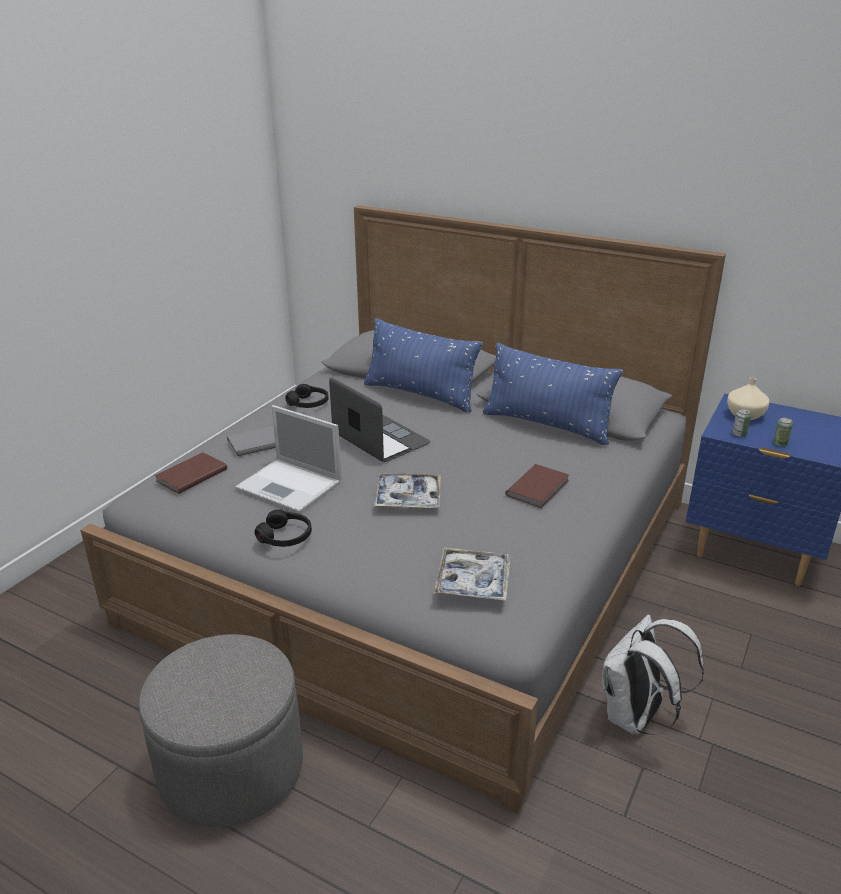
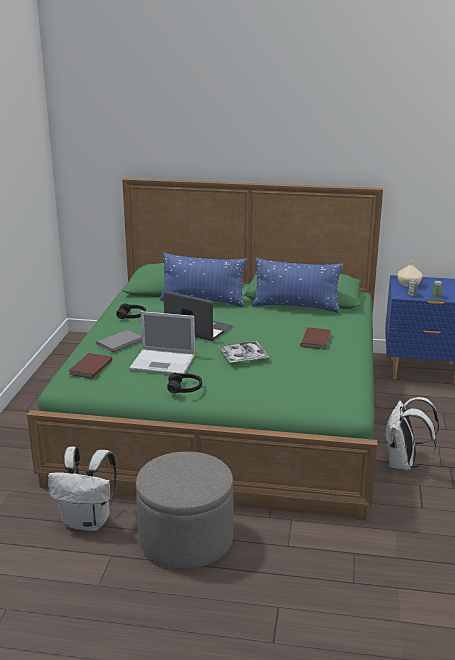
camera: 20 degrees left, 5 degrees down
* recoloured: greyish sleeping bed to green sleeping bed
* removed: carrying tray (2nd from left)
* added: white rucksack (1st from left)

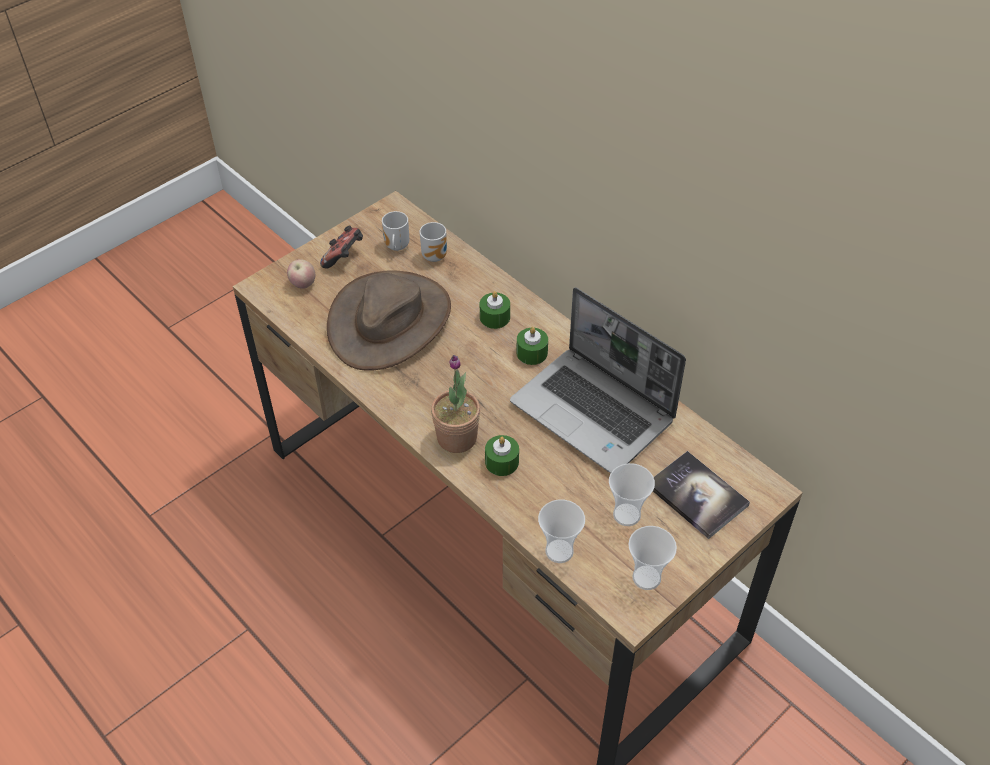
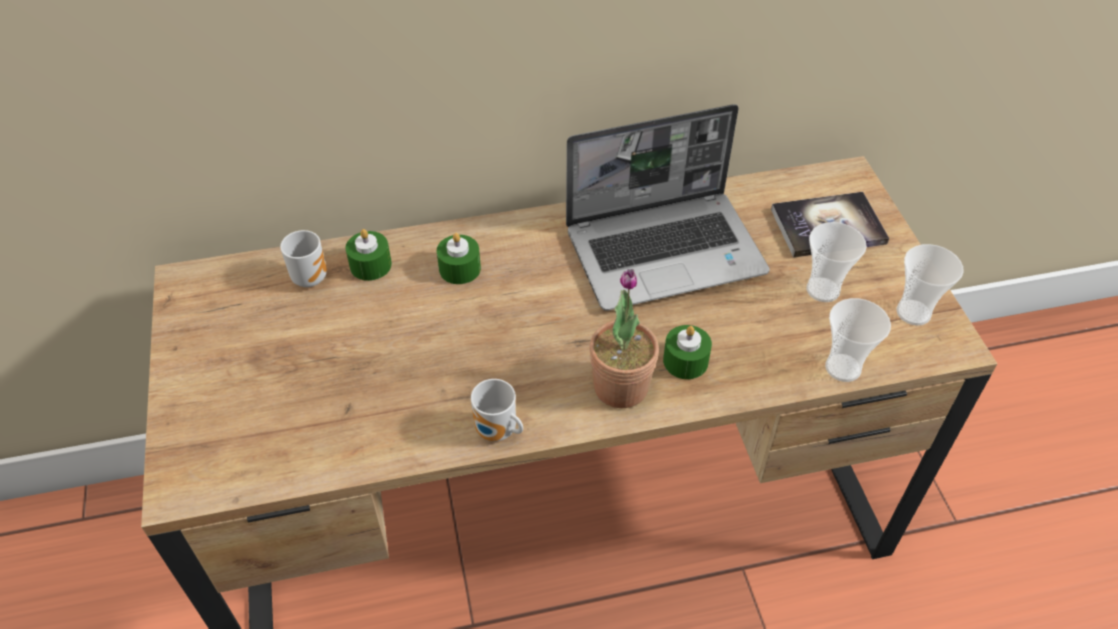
camera: 60 degrees left, 0 degrees up
* moved: mug (1st from left in the first image) to mug (2nd from left)
* removed: game controller
* removed: whole apple
* removed: brownish clothing hat
* moved: green candle (3rd from left in the first image) to green candle (1st from left)

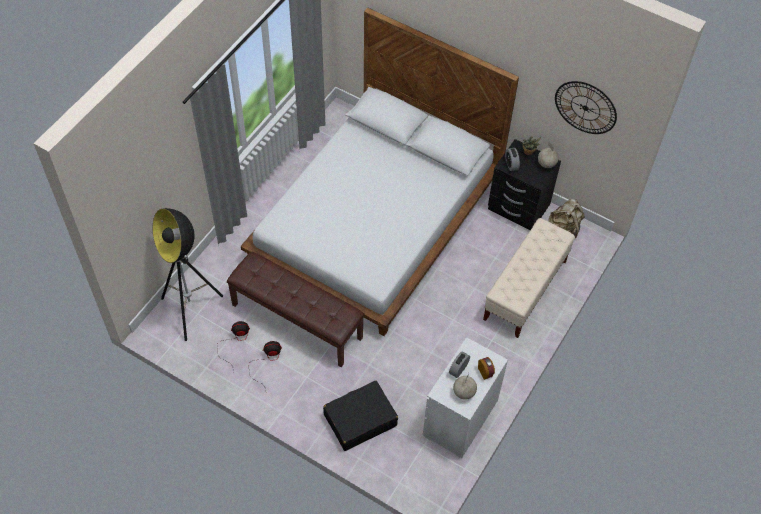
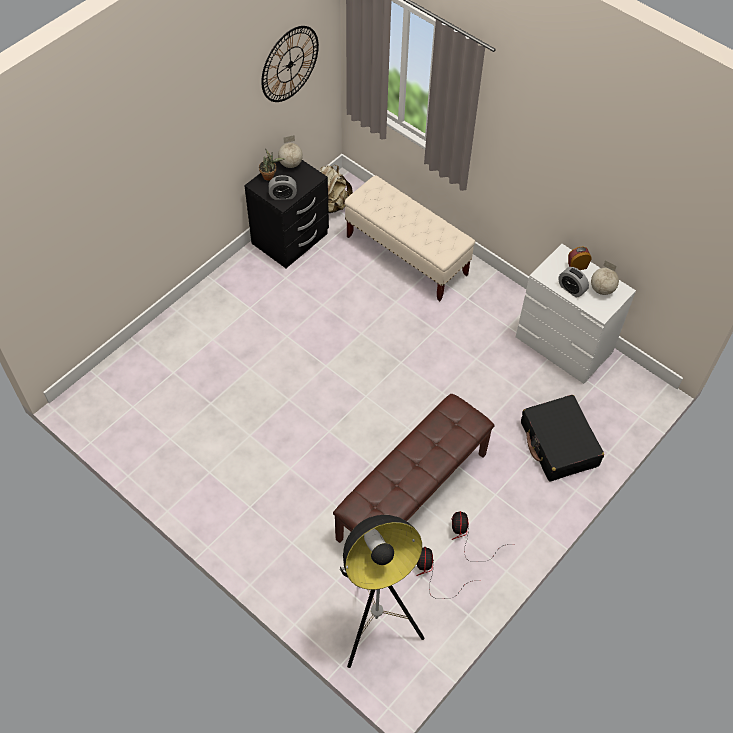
camera: 80 degrees left, 0 degrees up
* removed: white sleeping bed

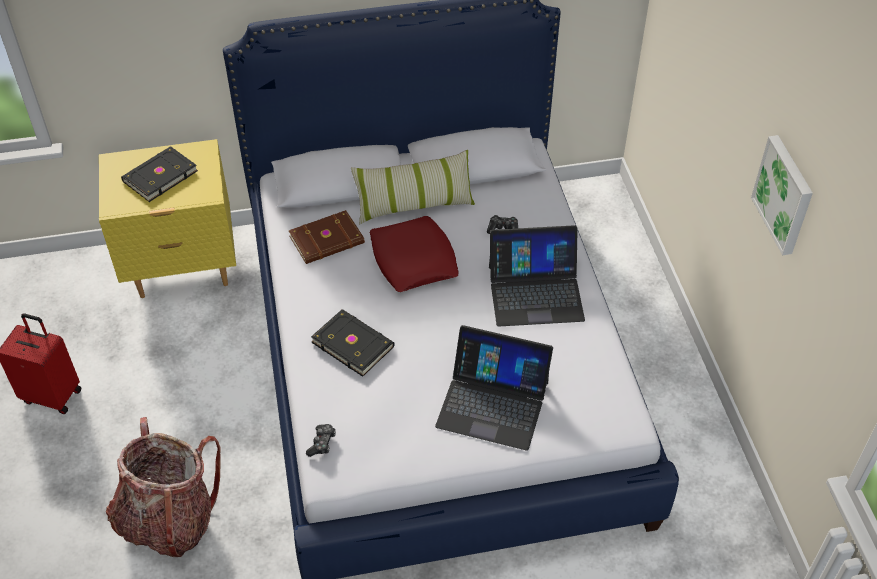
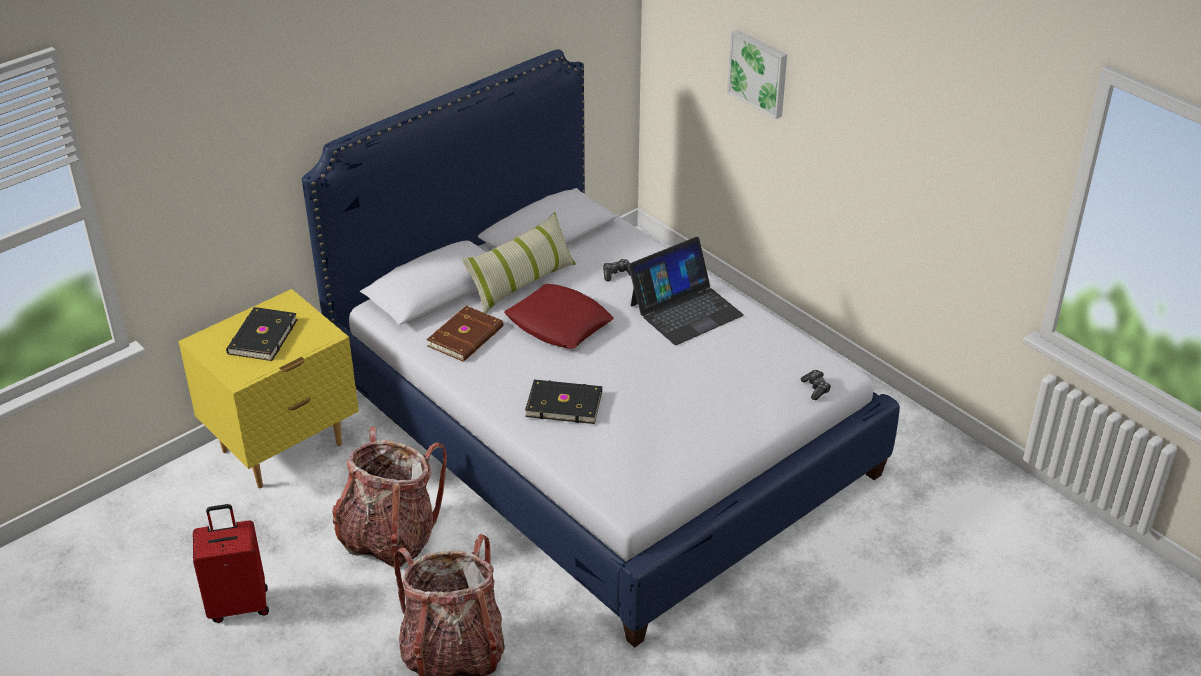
camera: 30 degrees left, 10 degrees down
* moved: picture
* removed: notebook computer (1st from left)
* moved: game controller (1st from left in the first image) to game controller (2nd from left)
* added: rucksack (1st from left)

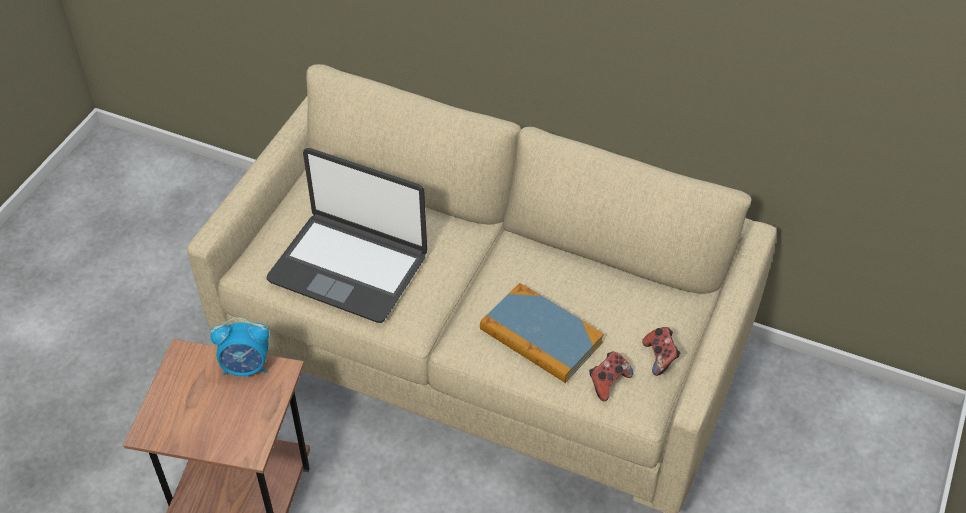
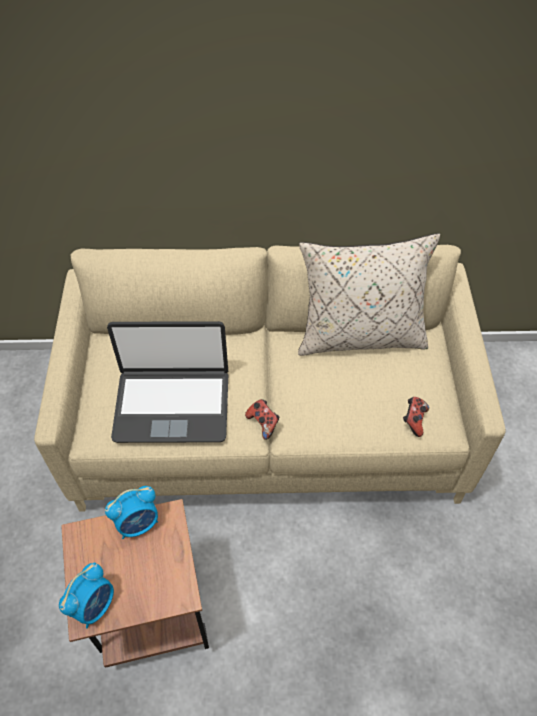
camera: 25 degrees left, 5 degrees up
* removed: volume
* moved: game controller (2nd from left in the first image) to game controller (1st from left)
* added: sand-coloured cushion
* added: bedside clock (1st from left)

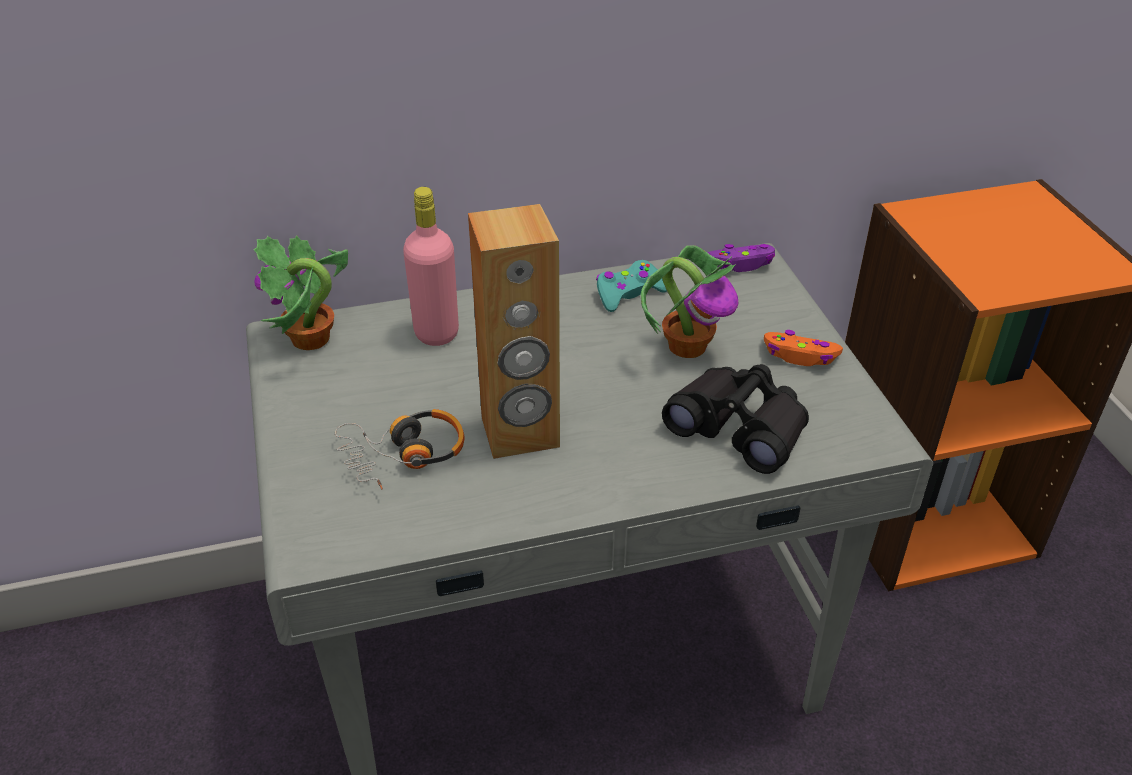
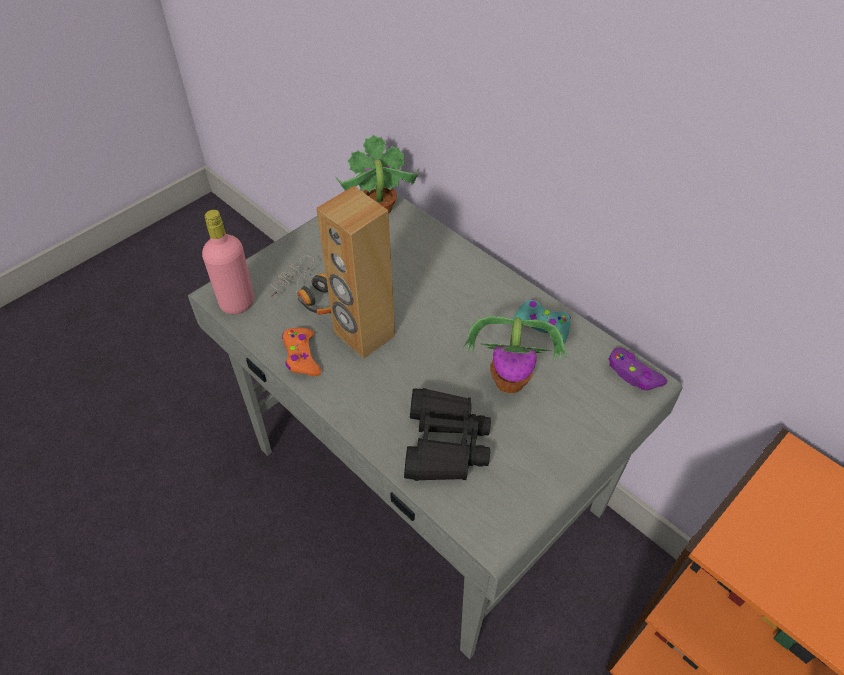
camera: 60 degrees right, 10 degrees up
* moved: pinkish drink bottle
* moved: orange-coloured game controller

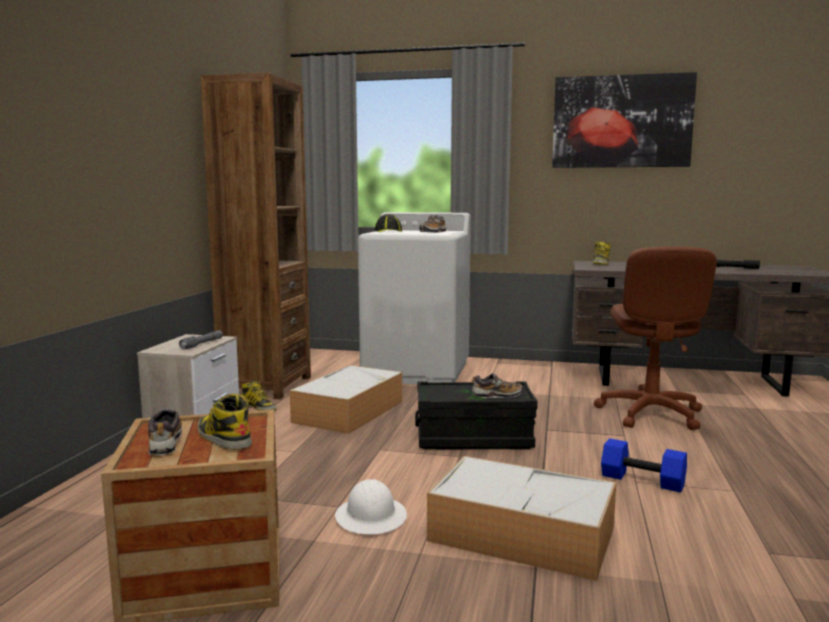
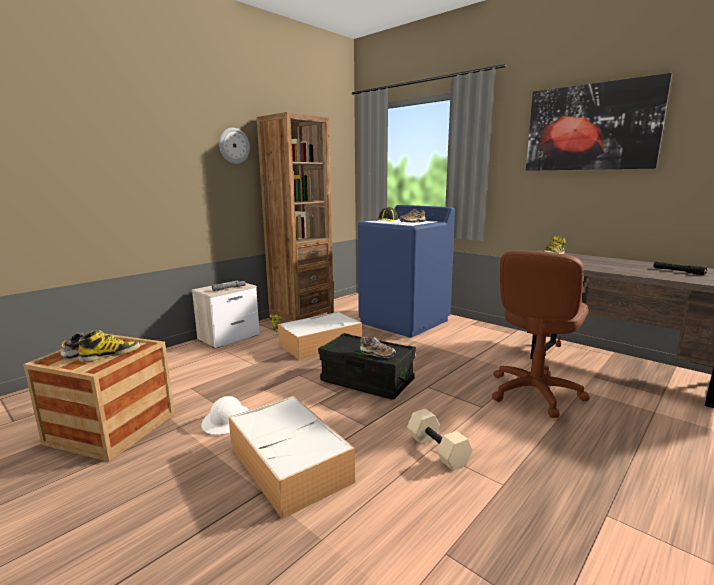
camera: 30 degrees right, 5 degrees up
* recoloured: white laundry appliance to blue laundry appliance
* turned: high-top boot (1st from left) 60 degrees clockwise
* recoloured: blue dumbbell to sand-coloured dumbbell
* added: hanging clock

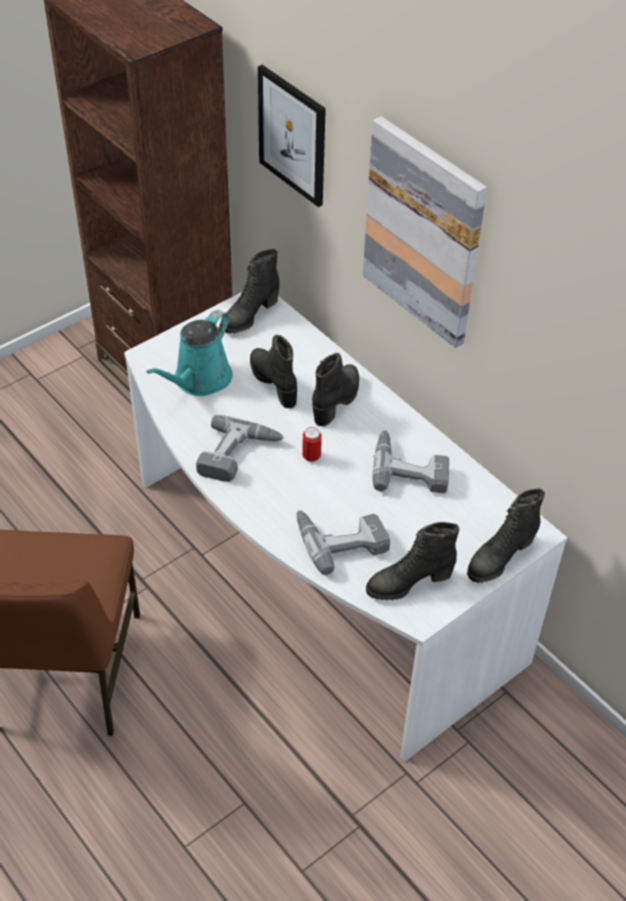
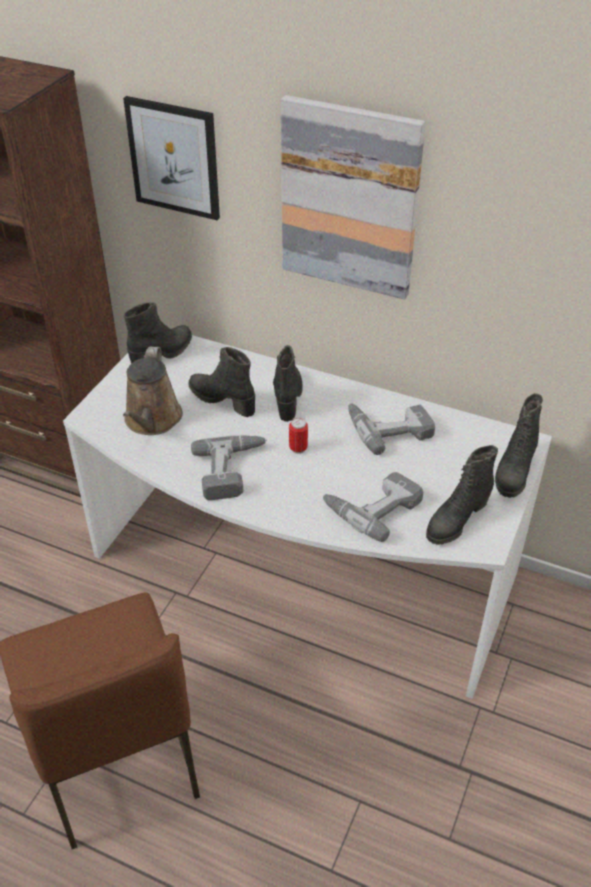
camera: 25 degrees left, 5 degrees down
* turned: black high-top boot (1st from left) 150 degrees counterclockwise
* recoloured: turquoise-coloured watering pot to brownish watering pot

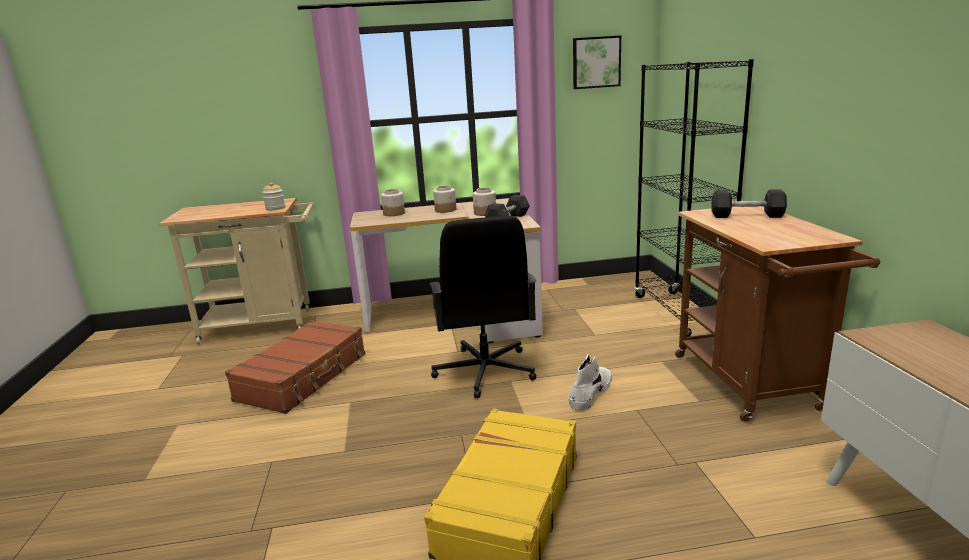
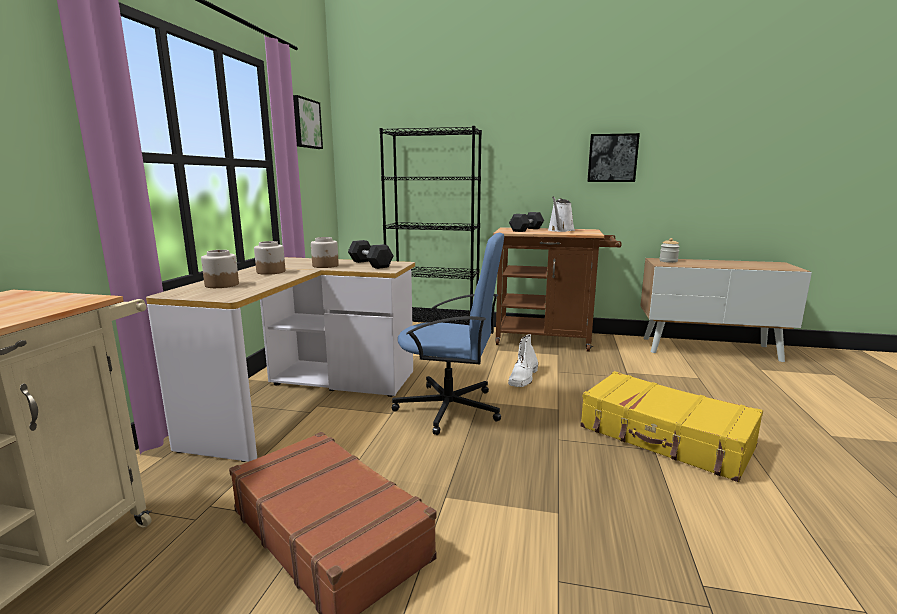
camera: 70 degrees left, 5 degrees down
* moved: storage jar (1st from left in the first image) to storage jar (4th from left)
* recoloured: black desk chair to blue desk chair
* turned: white high-top boot 120 degrees counterclockwise
* added: picture (2nd from left)
* added: white watering pot

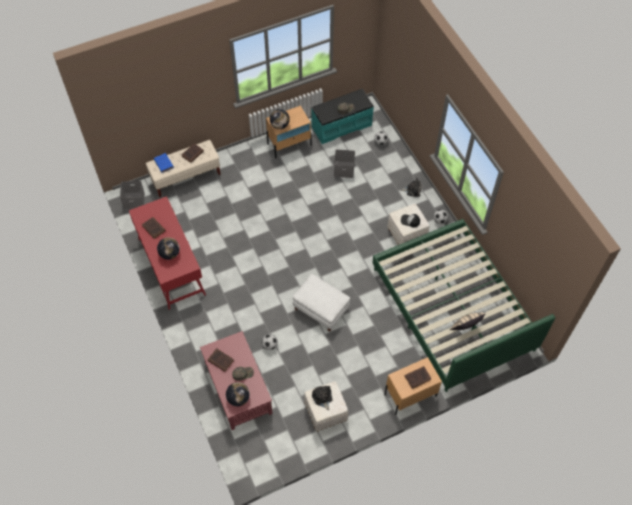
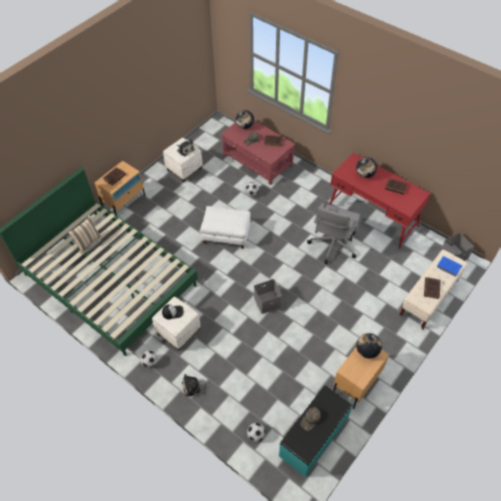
camera: 155 degrees right, 5 degrees down
* moved: greyish storage container (2nd from left in the first image) to greyish storage container (1st from left)
* added: greyish desk chair

